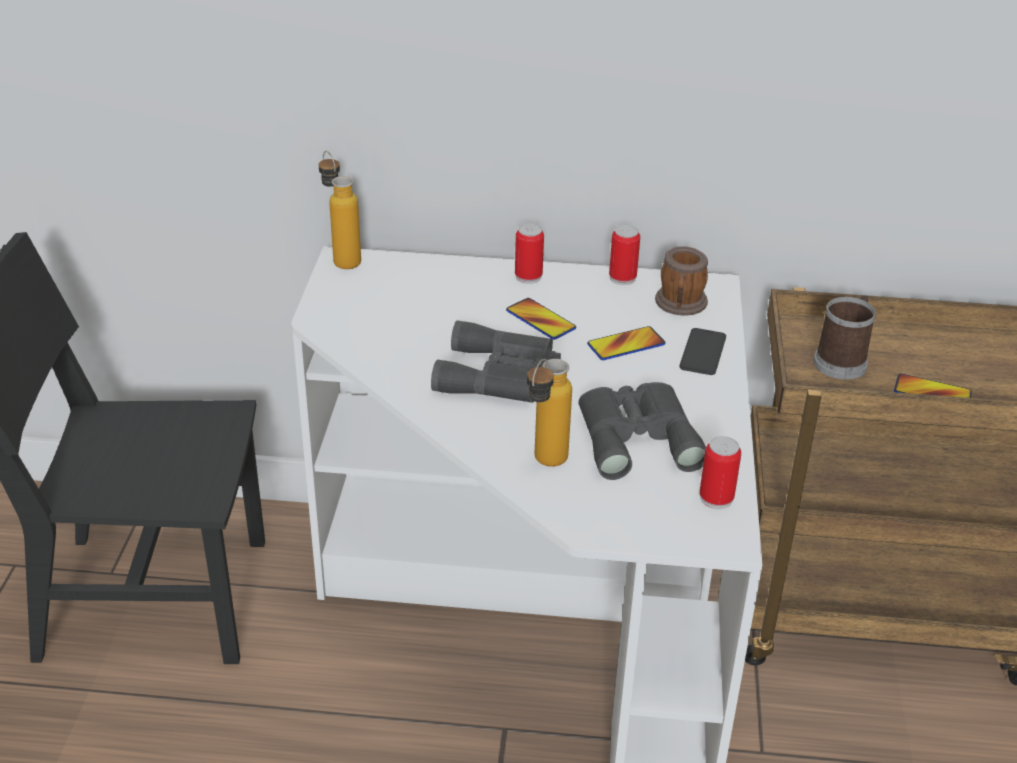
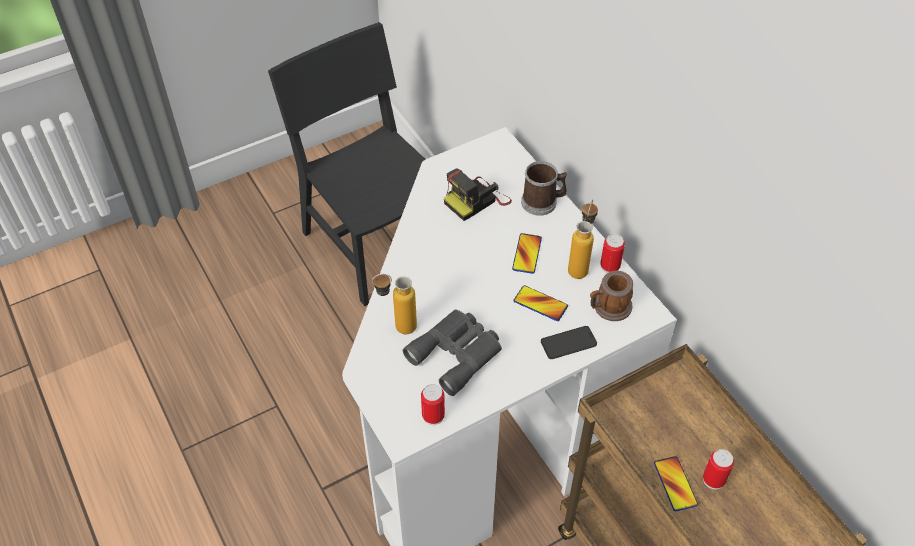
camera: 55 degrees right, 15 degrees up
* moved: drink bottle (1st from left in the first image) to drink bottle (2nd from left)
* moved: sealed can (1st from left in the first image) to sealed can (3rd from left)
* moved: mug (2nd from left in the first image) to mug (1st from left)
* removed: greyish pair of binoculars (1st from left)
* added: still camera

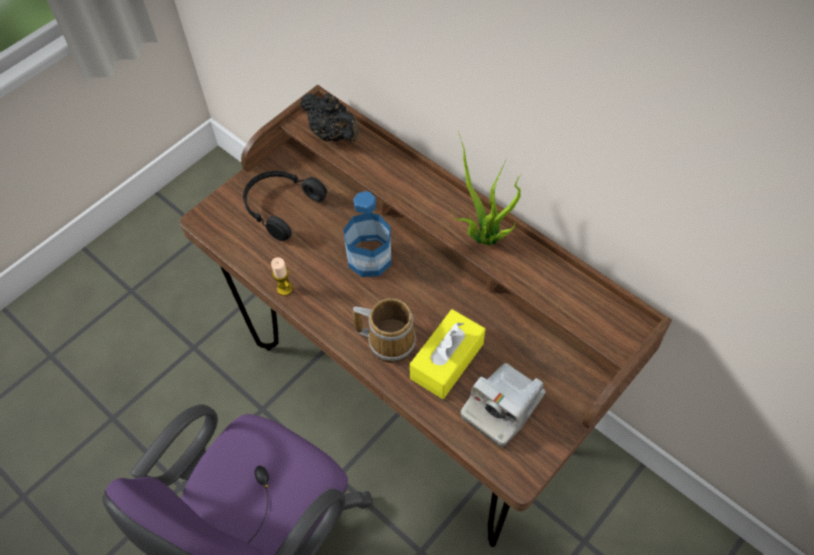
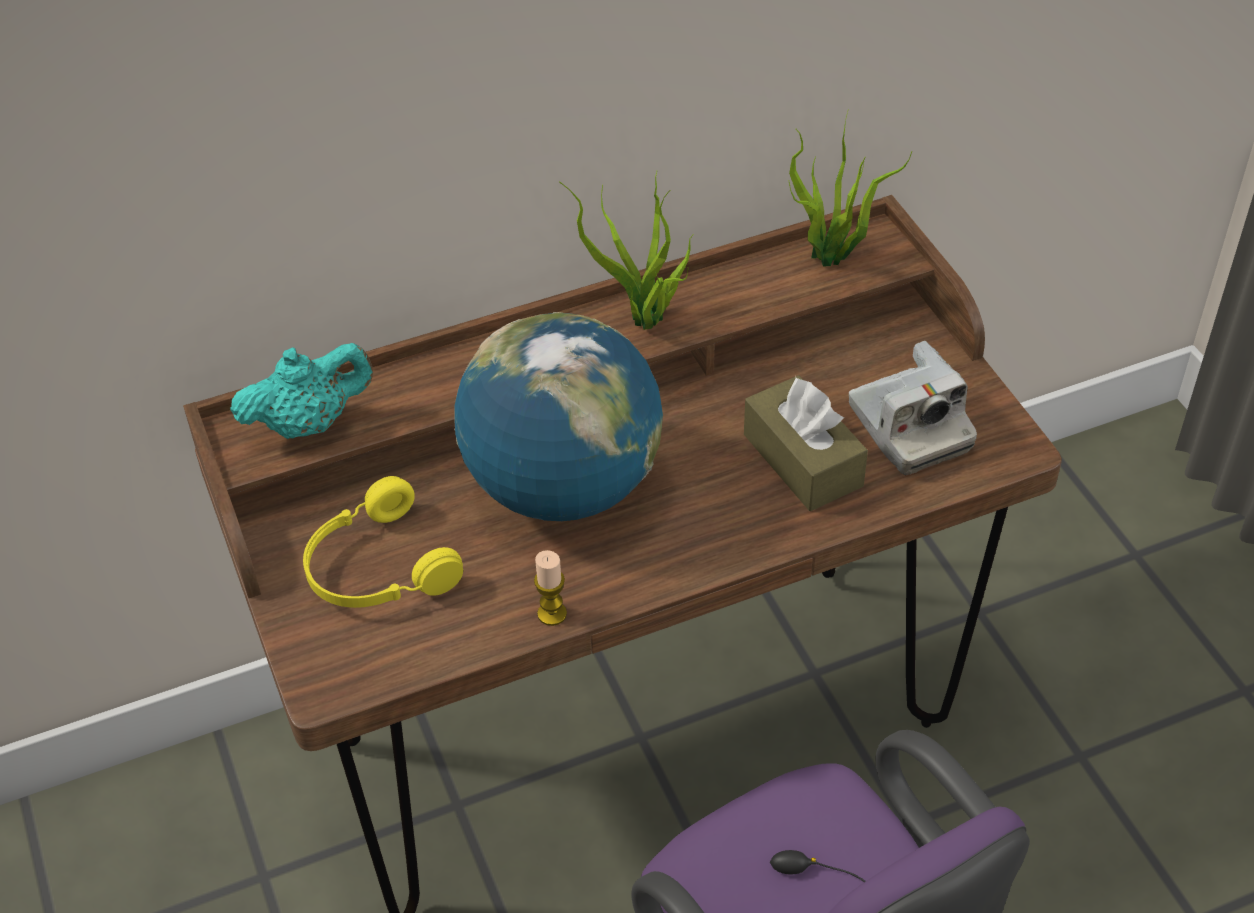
camera: 65 degrees left, 10 degrees down
* recoloured: black pot for tea to turquoise-coloured pot for tea
* recoloured: black pair of headphones to yellowish pair of headphones
* replaced: drink bottle to desk globe
* removed: mug
* recoloured: yellowish tissue box to brownish tissue box
* added: potted plant (2nd from left)

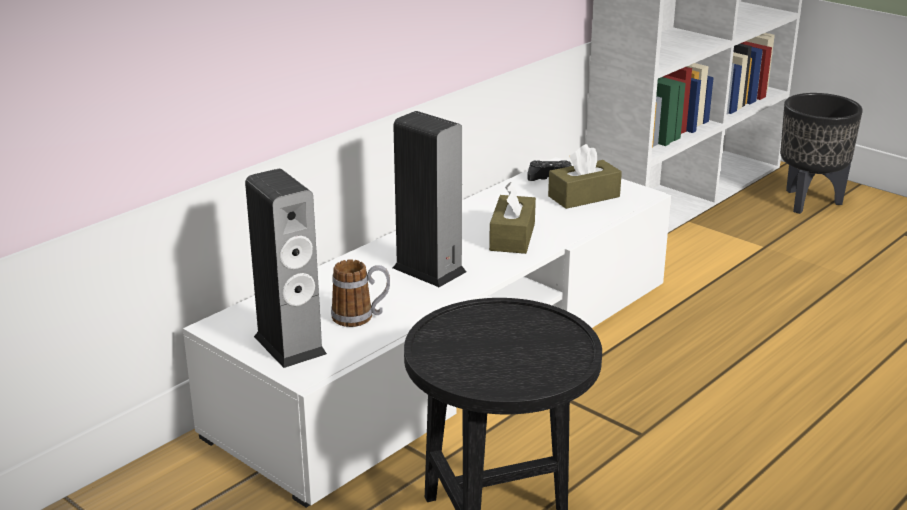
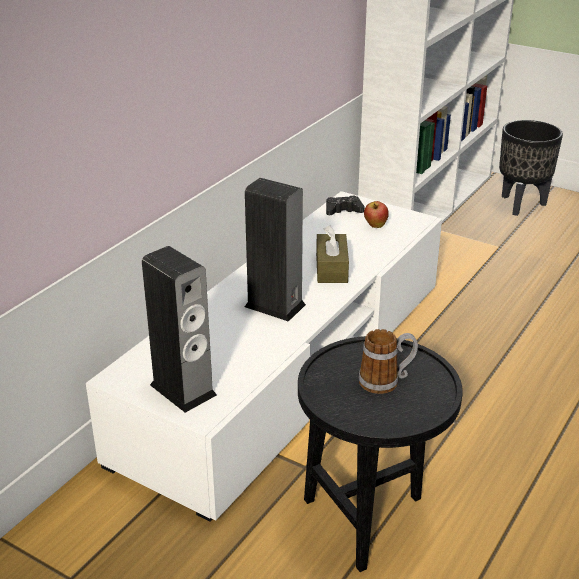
camera: 10 degrees left, 5 degrees up
* replaced: brownish tissue box (2nd from left) to whole apple
* moved: mug

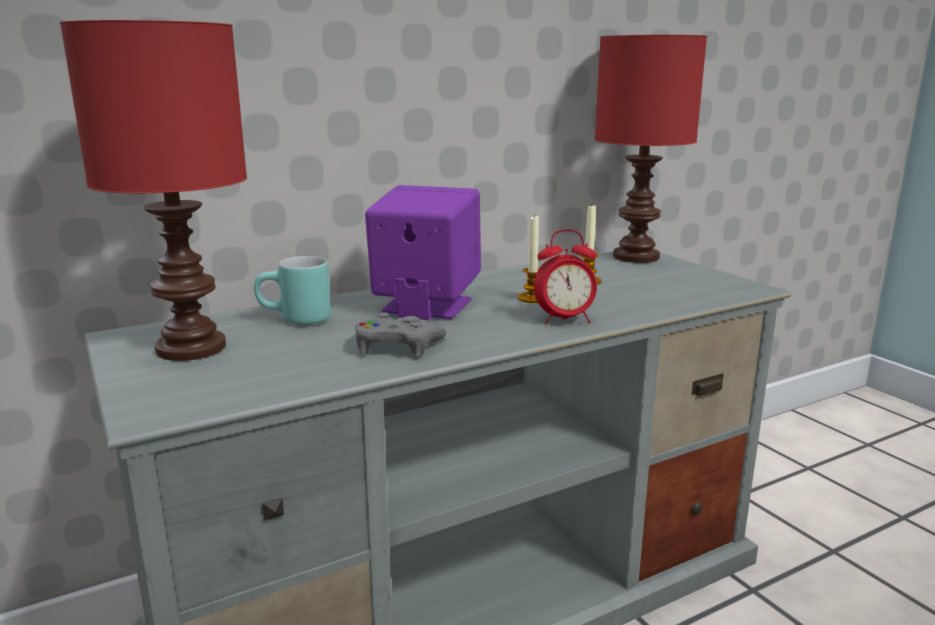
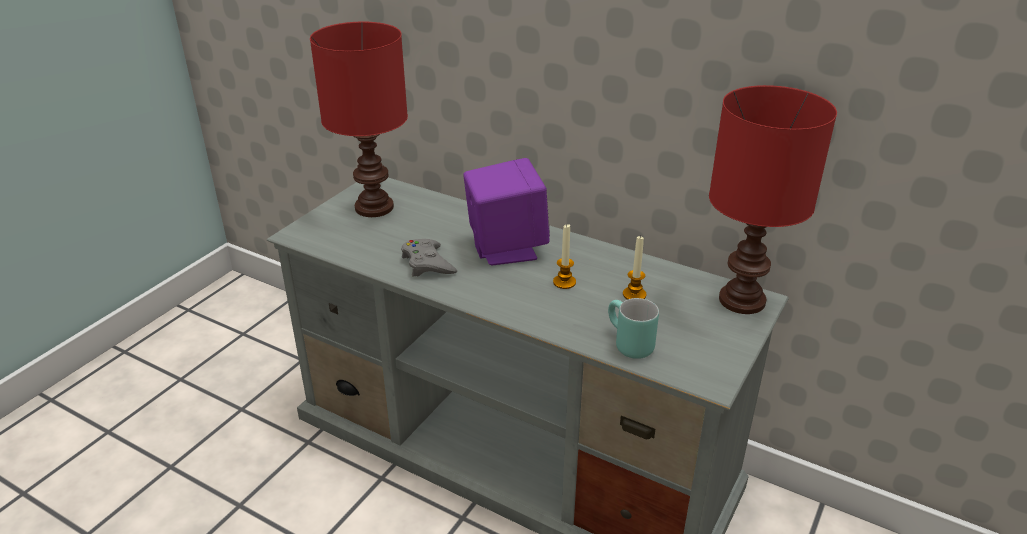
camera: 60 degrees right, 15 degrees up
* removed: bedside clock
* moved: turquoise-coloured mug

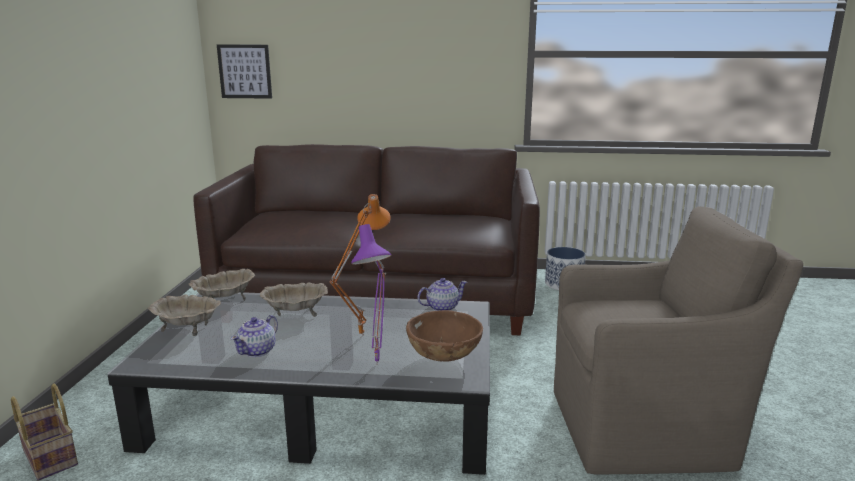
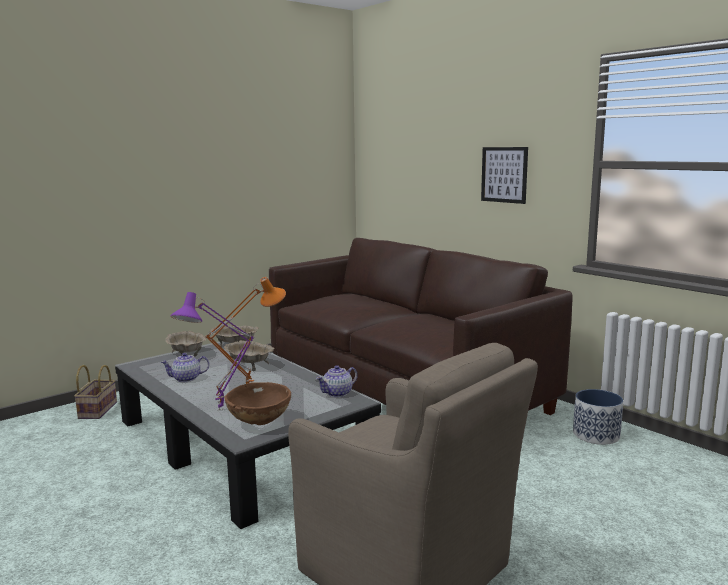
camera: 45 degrees right, 5 degrees down
* moved: picture
* turned: pot for tea (2nd from left) 120 degrees clockwise

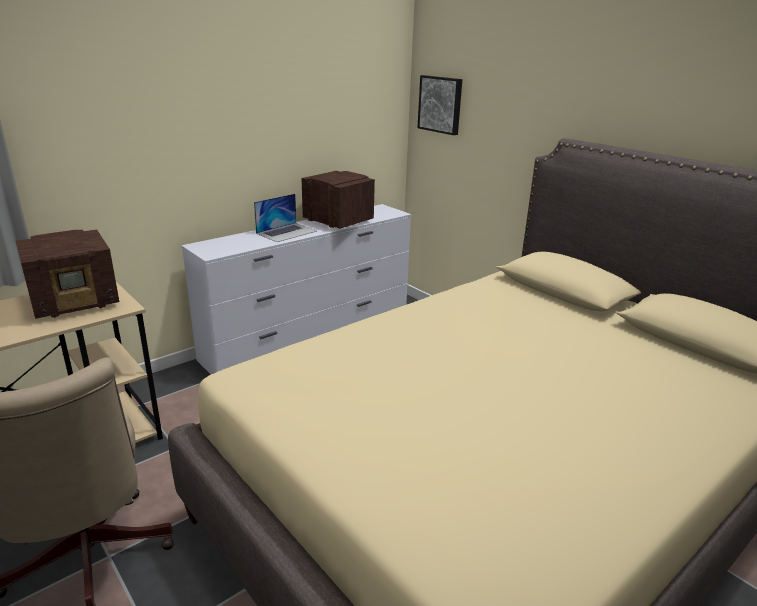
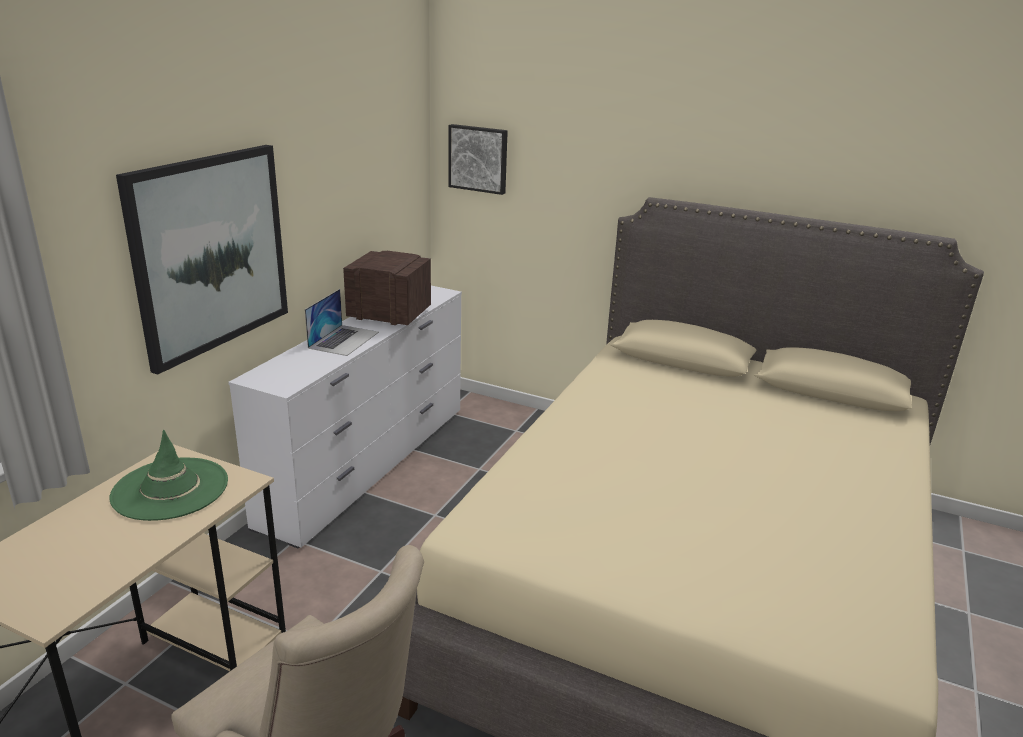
camera: 25 degrees left, 0 degrees up
* replaced: radio set (1st from left) to green clothing hat
* added: picture (1st from left)

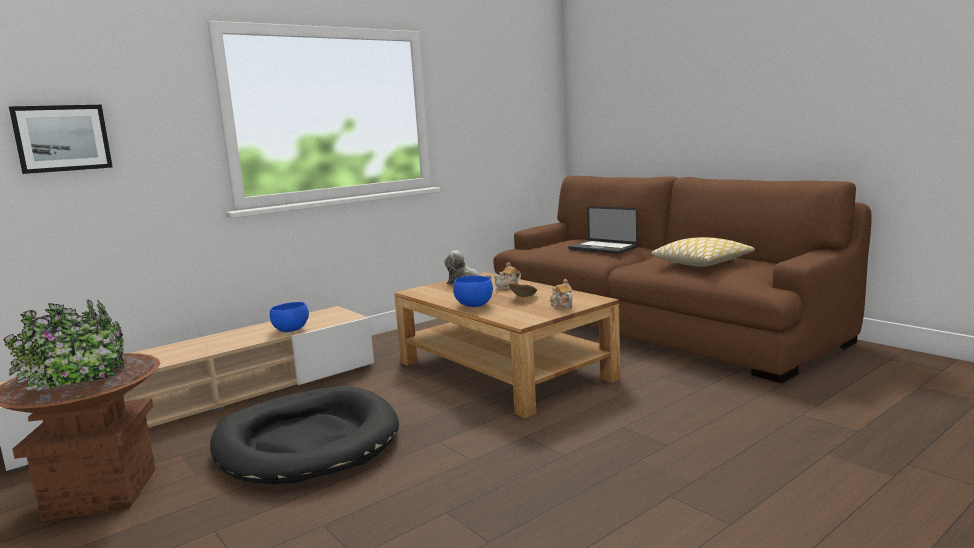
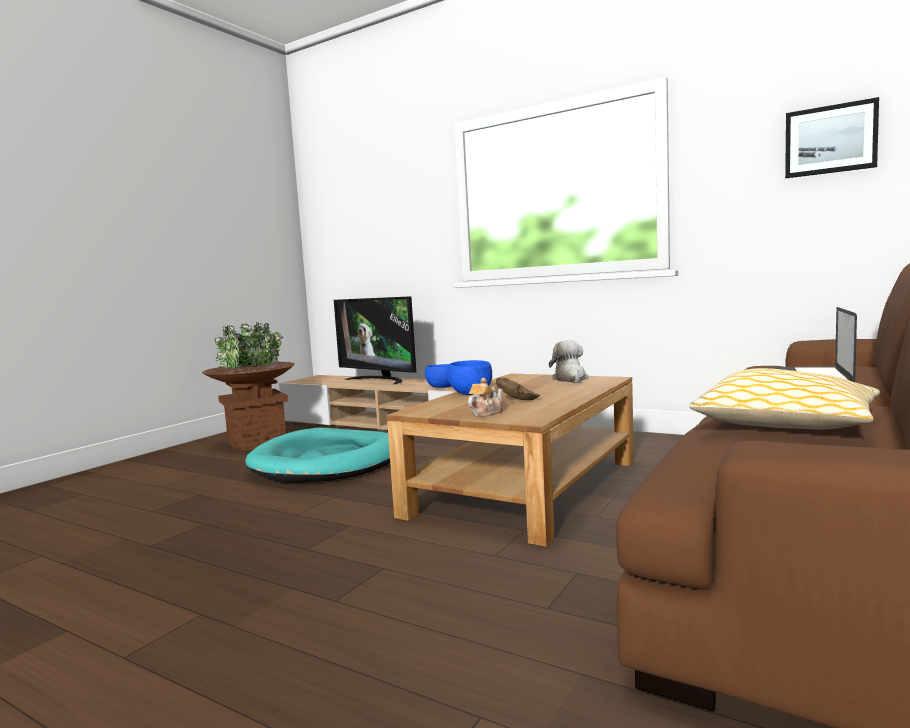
camera: 70 degrees right, 5 degrees down
* moved: picture
* removed: pot for tea (1st from left)
* recoloured: black dog bed to turquoise-coloured dog bed
* added: TV set

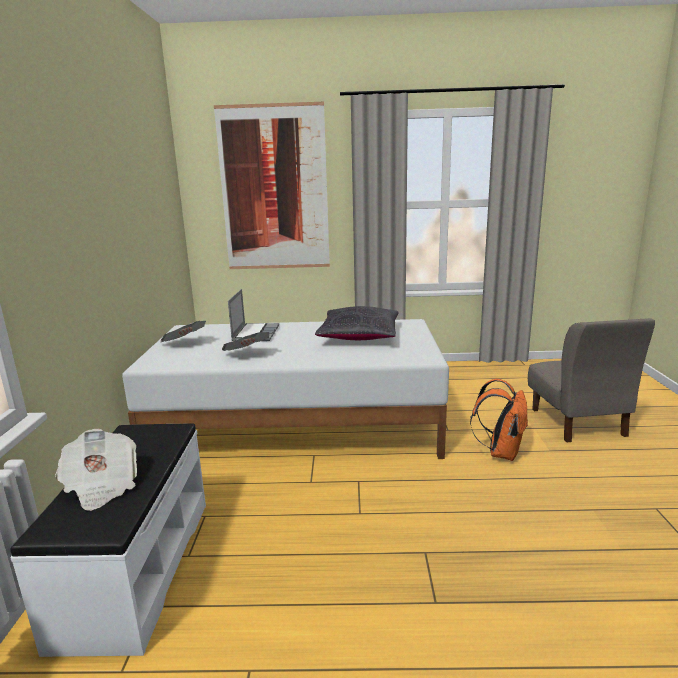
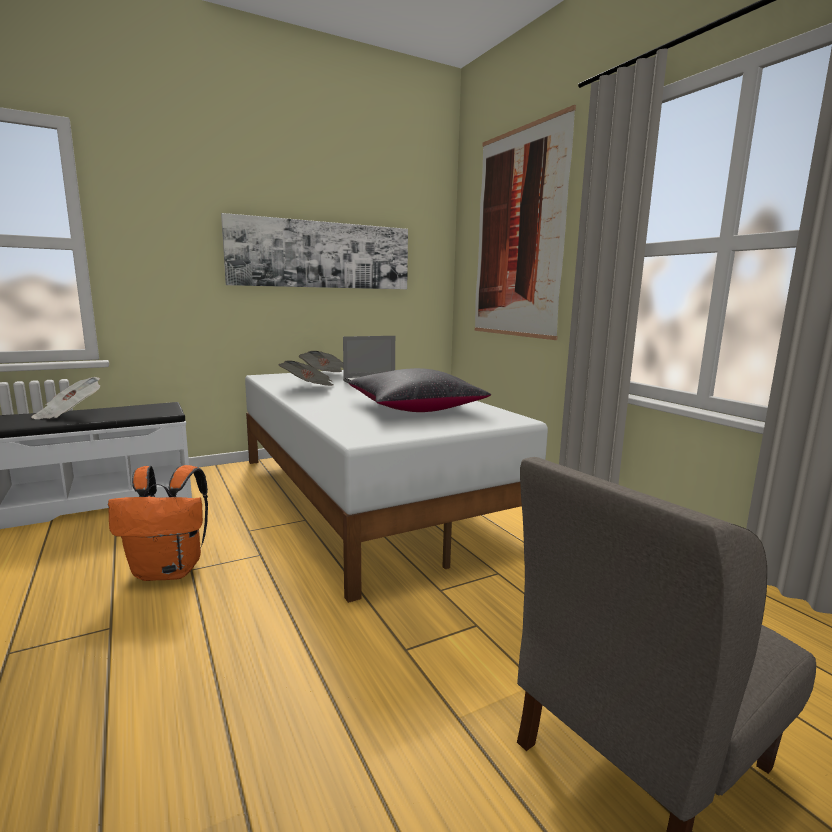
camera: 60 degrees right, 5 degrees down
* moved: orange-coloured rucksack
* added: picture (1st from left)

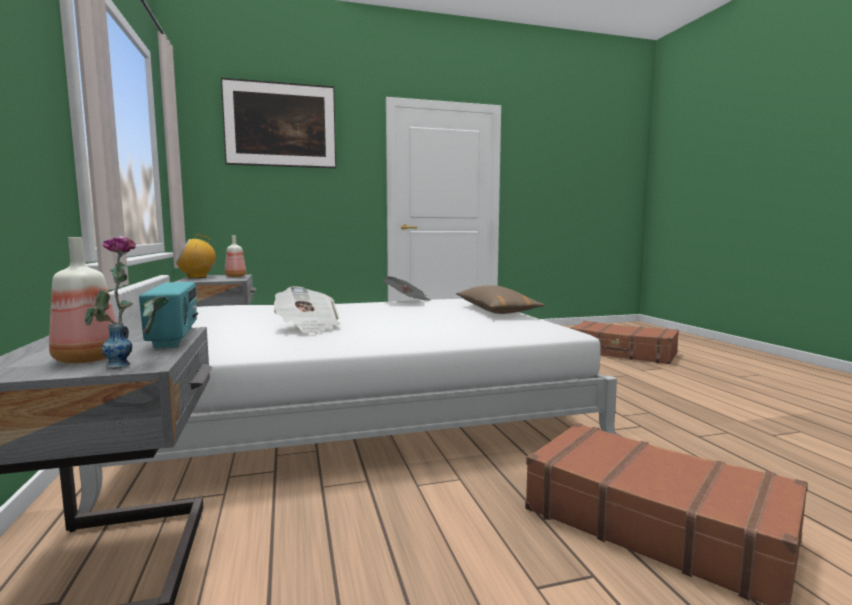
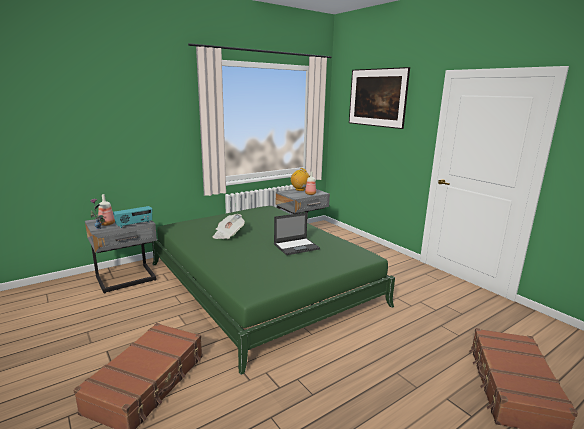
camera: 70 degrees right, 10 degrees up
* removed: printed paper (2nd from left)
* removed: brownish cushion
* recoloured: white sleeping bed to green sleeping bed
* added: notebook computer

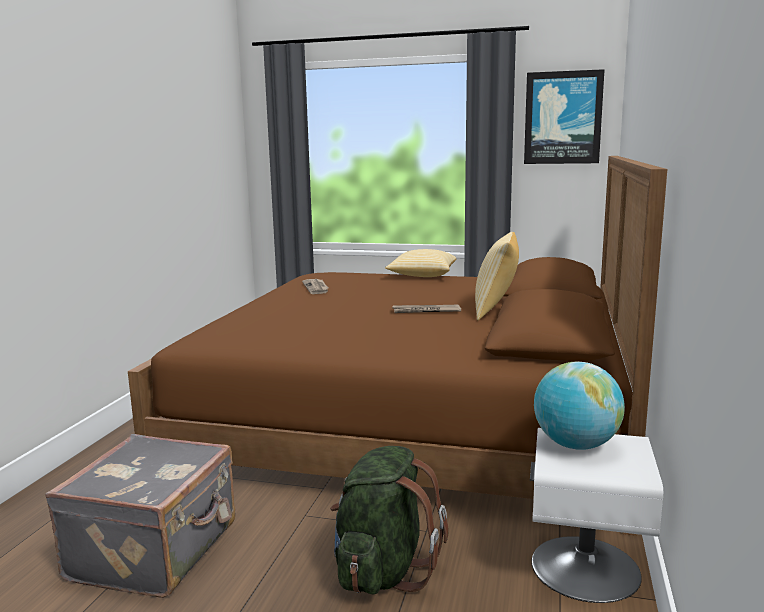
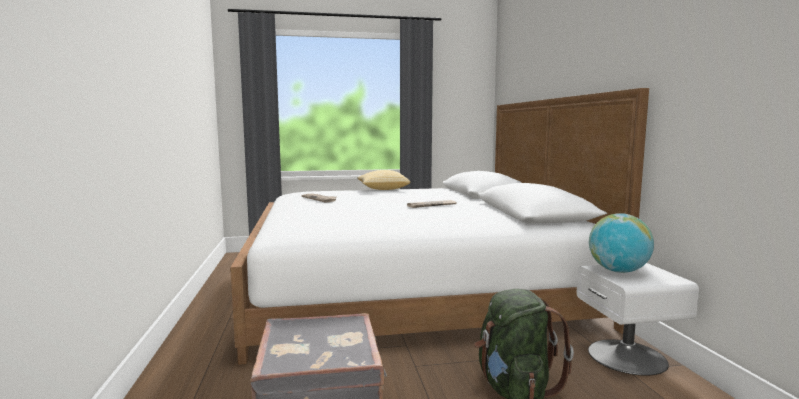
camera: 25 degrees left, 5 degrees down
* removed: picture
* recoloured: brownish sleeping bed to white sleeping bed
* removed: cushion (2nd from left)

